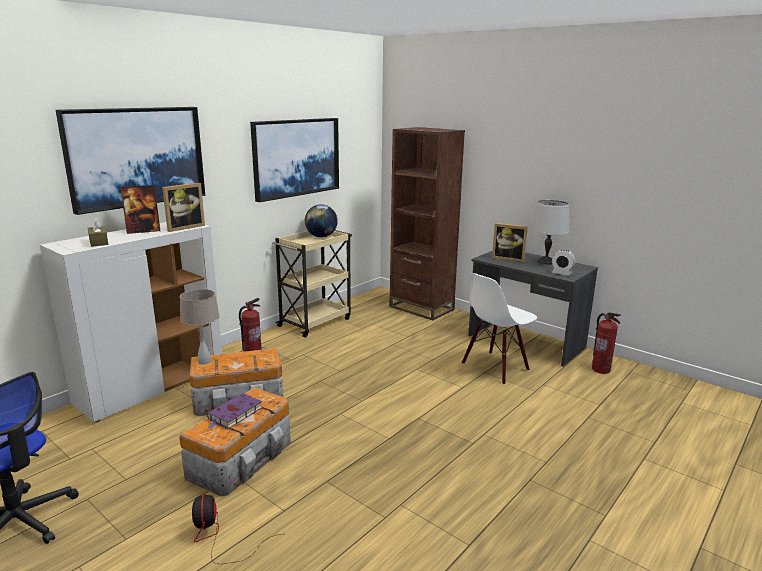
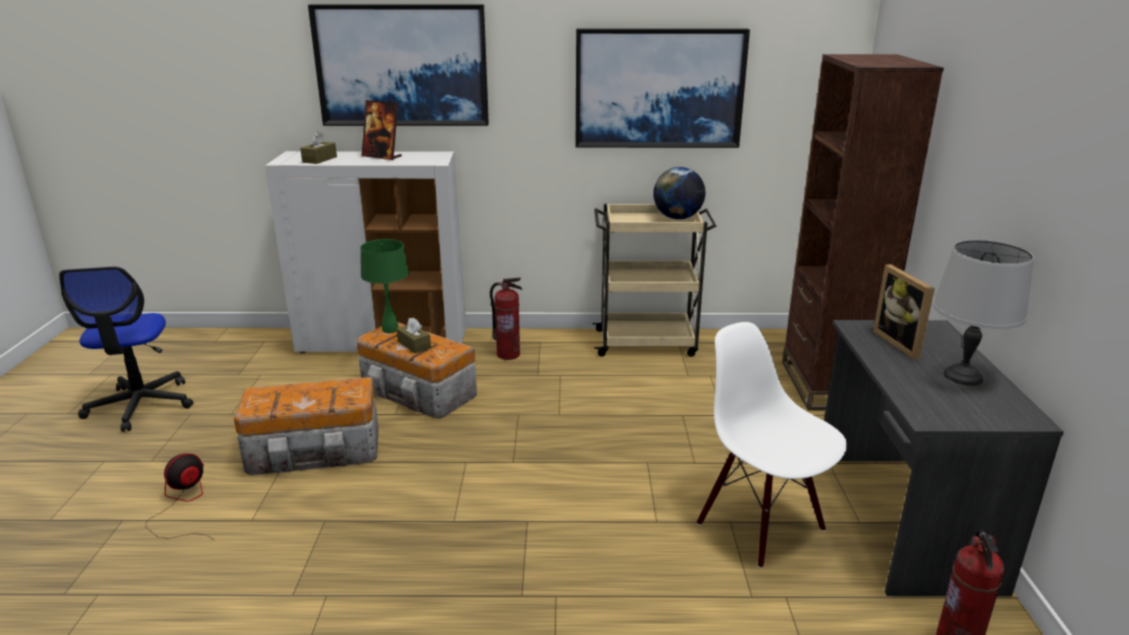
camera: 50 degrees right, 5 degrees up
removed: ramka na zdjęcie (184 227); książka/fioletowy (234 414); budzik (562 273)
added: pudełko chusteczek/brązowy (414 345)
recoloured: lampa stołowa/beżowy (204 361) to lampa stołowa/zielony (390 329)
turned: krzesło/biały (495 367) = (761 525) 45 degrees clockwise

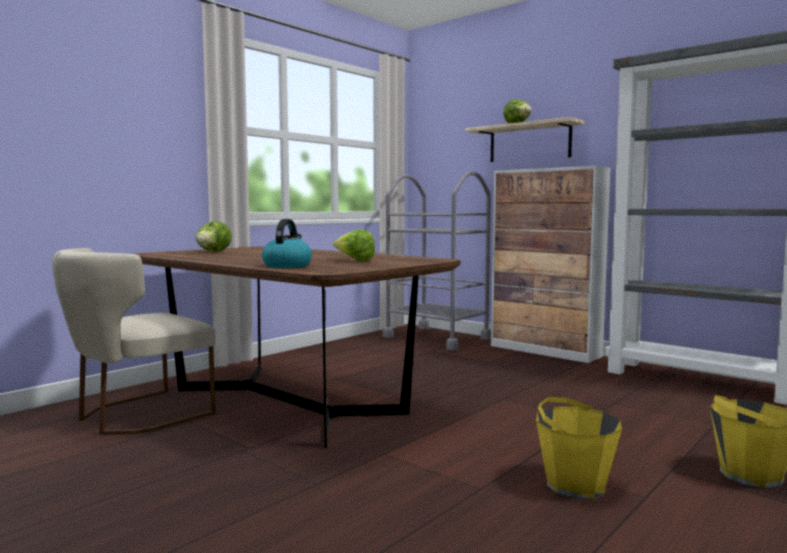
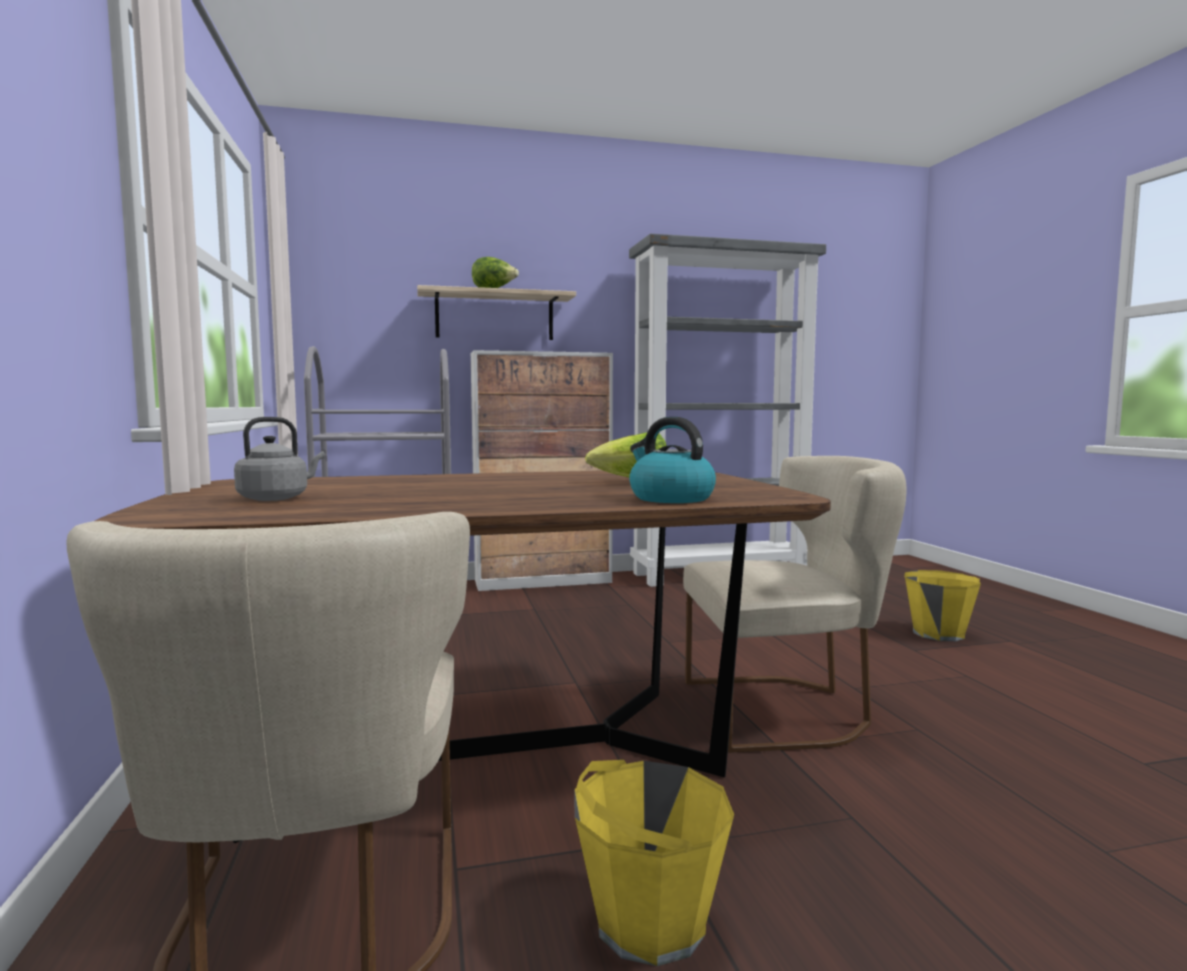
camera: 55 degrees left, 0 degrees up
added: krzesło/beżowy (786 710)
moved: wiadro/żółty (575 485) to (649 922)
replaced: sałata (213 252) to czajnik/szary (277 498)

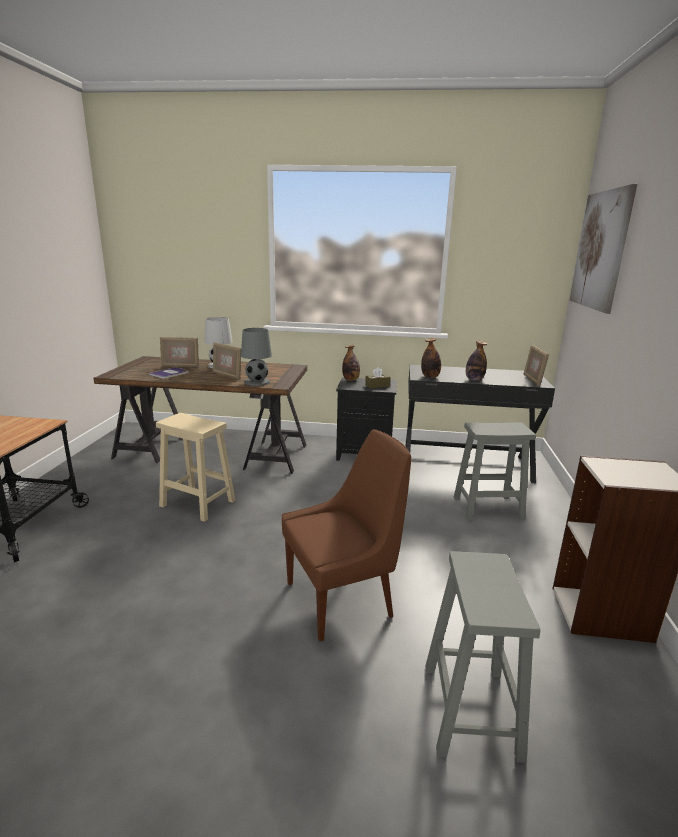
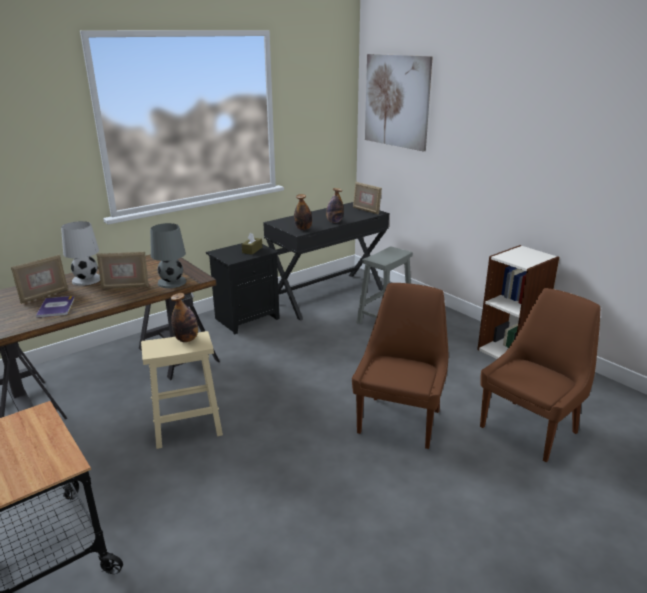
camera: 45 degrees left, 5 degrees up
moved: butelka (351 380) to (186 339)
replaced: stołek/szary (471 712) to krzesło/brązowy (530 428)

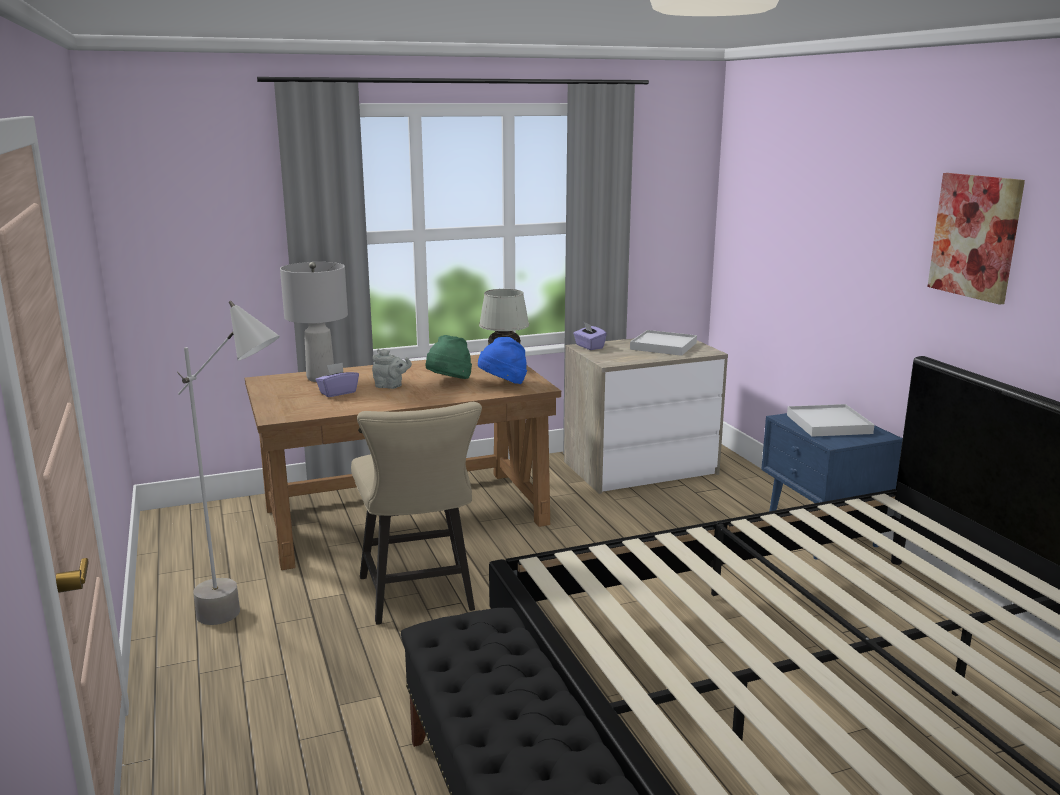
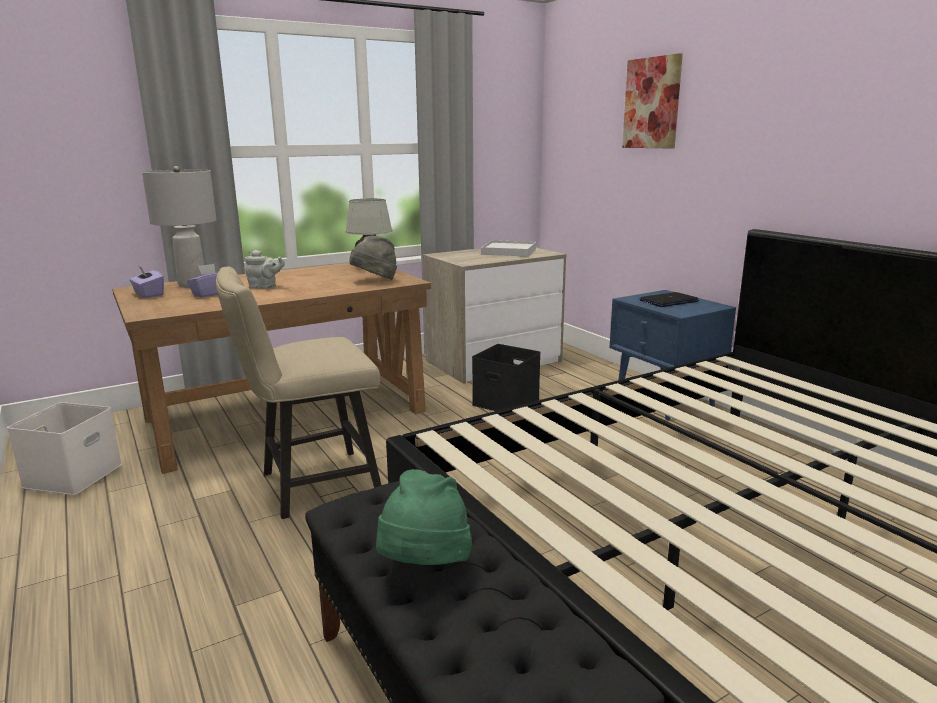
camera: 10 degrees left, 0 degrees up
removed: lampa stojąca/szary (249 618)
added: pojemnik do przechowywania/biały (73 474); pojemnik do przechowywania/czarny (507 402)
moved: pudełko chusteczek/fioletowy (589 347) to (148 294); kapelusz/zielony (449 382) to (424 567); obraz (975 236) to (652 103)
replaced: taca/biały (829 424) to laptop (668 301)
recoloured: kapelusz/niebieski (503 384) to kapelusz/szary (374 281)
turned: krzesło/beżowy (420 597) = (311 486) 90 degrees clockwise

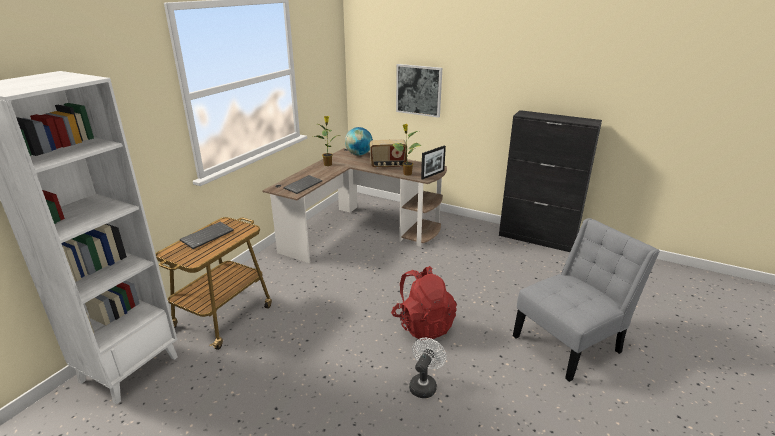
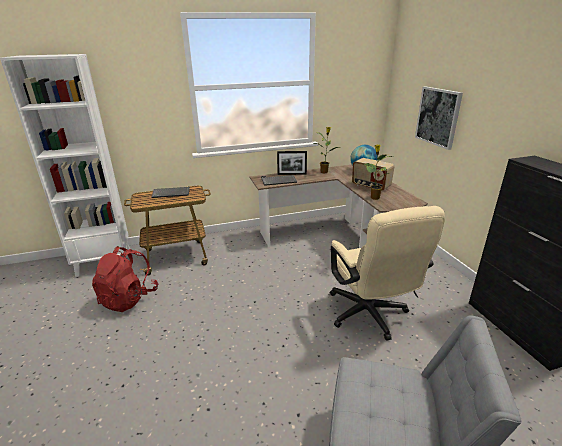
camera: 45 degrees right, 0 degrees up
removed: wentylator/biały (424 384)
added: krzesło biurowe/beżowy (370 316)
moved: plecak/czerwony (423 325) to (129 299); ramka na zdjęcie (432 175) to (292 174)

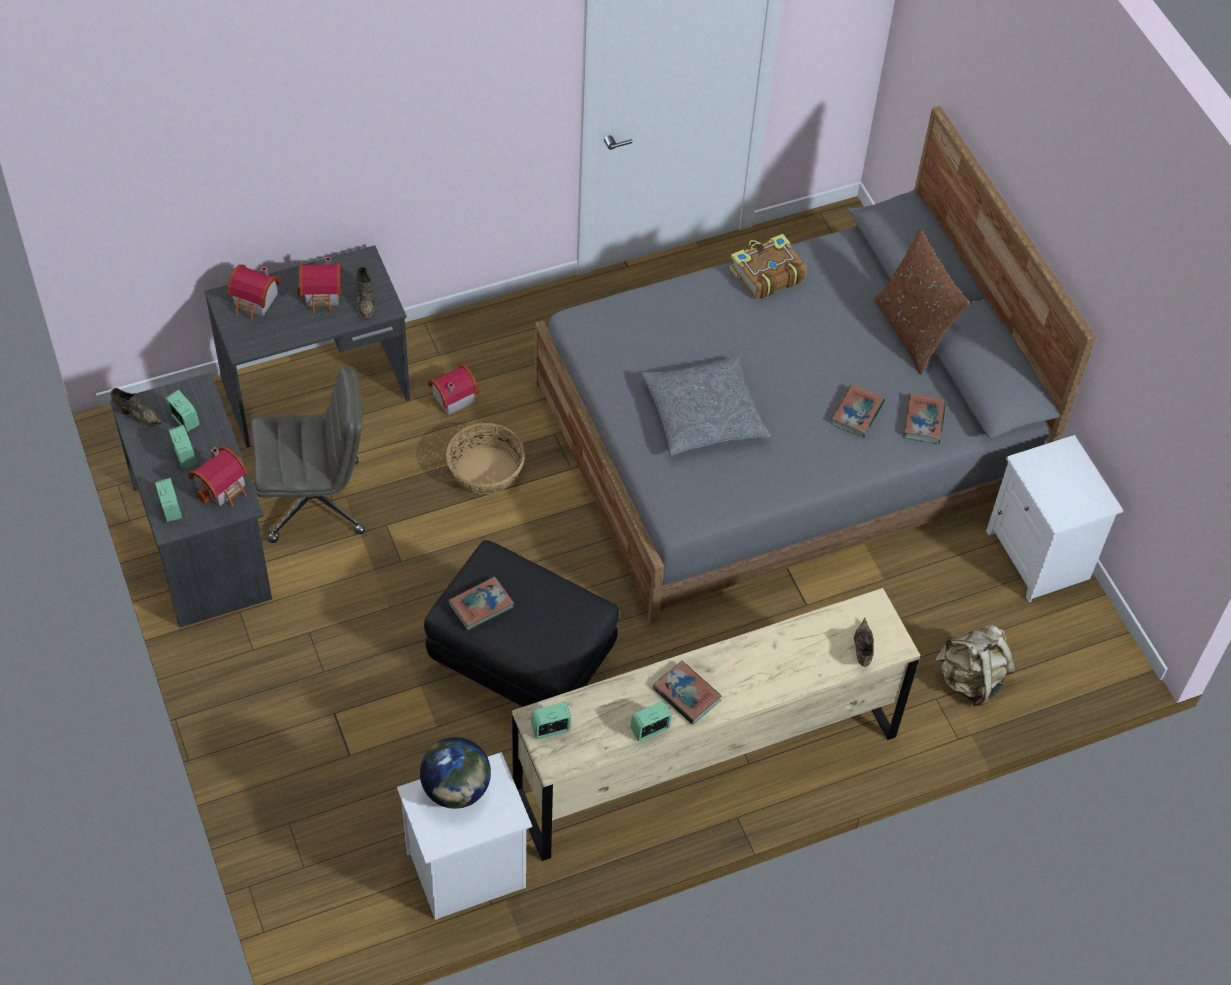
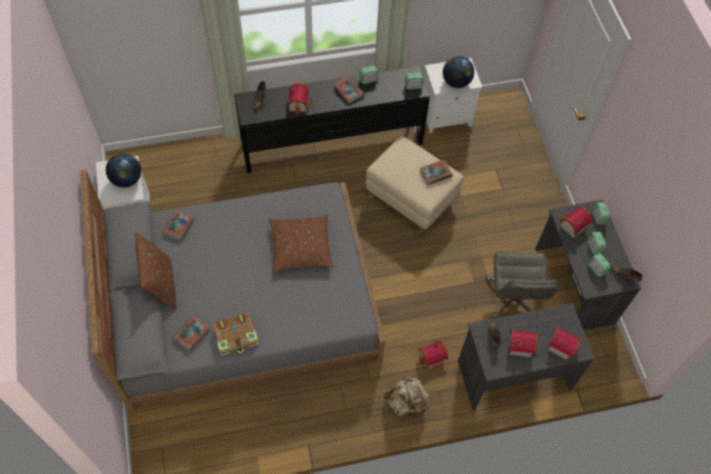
camera: 170 degrees left, 5 degrees up
removed: koszyk (485 470)
added: globus (127 179); domek (300 104)
moved: książka (857 413) to (192 334); plecak/beżowy (970 680) to (406 403)
recoloured: komoda/beżowy (706 763) to komoda/czarny (332 144); poduszka/szary (703 414) to poduszka/brązowy (301 247); pufa/czarny (520 664) to pufa/beżowy (411 199)
turned: krzesło biurowe/szary (316 500) = (513 302) 90 degrees counterclockwise

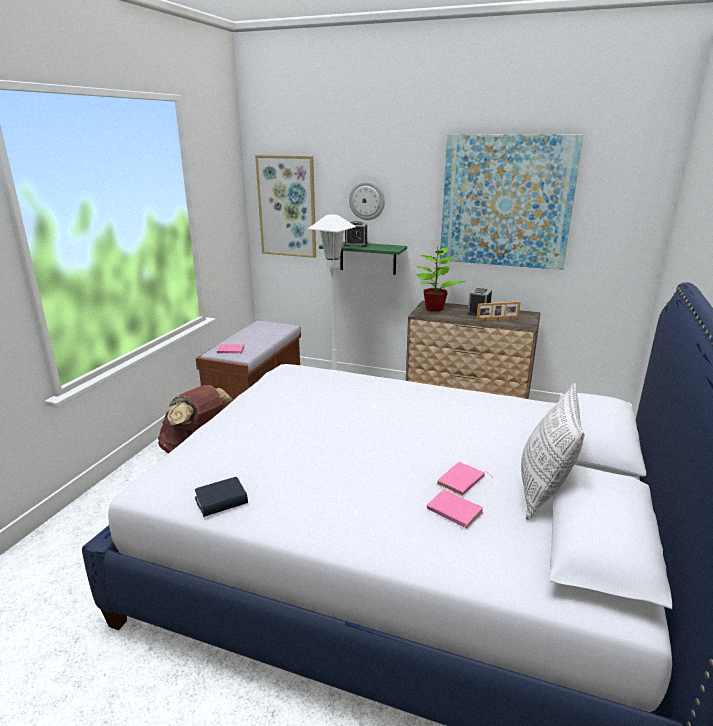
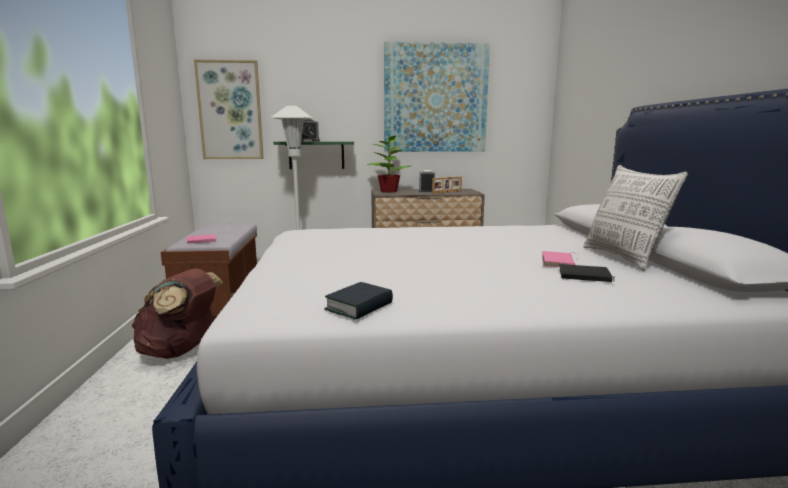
camera: 25 degrees left, 10 degrees down
removed: zegar ścienny (367 200)
recoloured: książka/różowy (453 512) to książka/czarny (584 277)

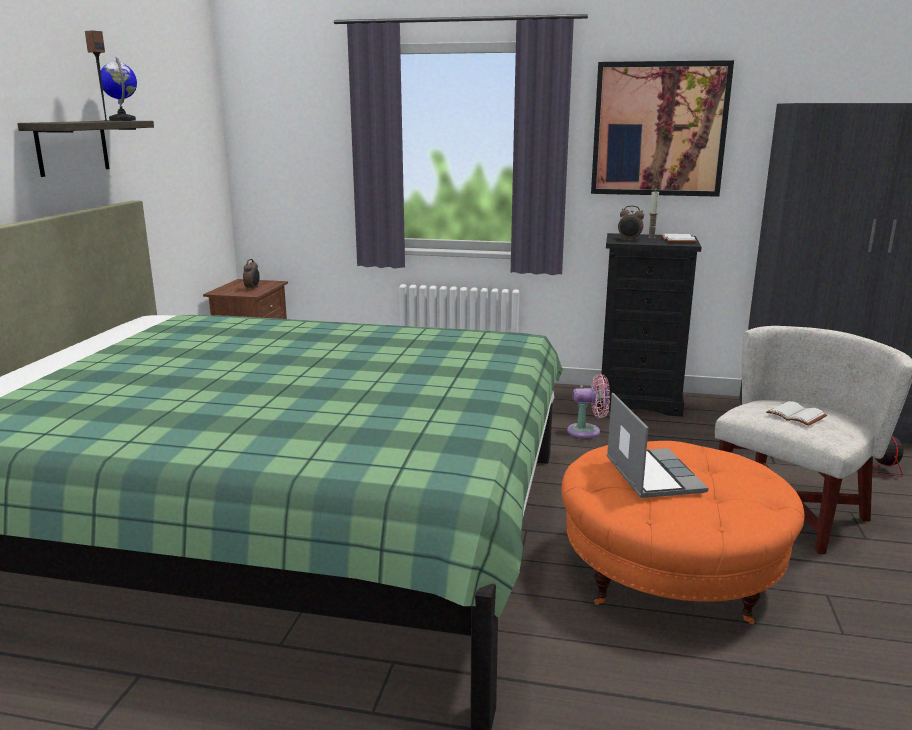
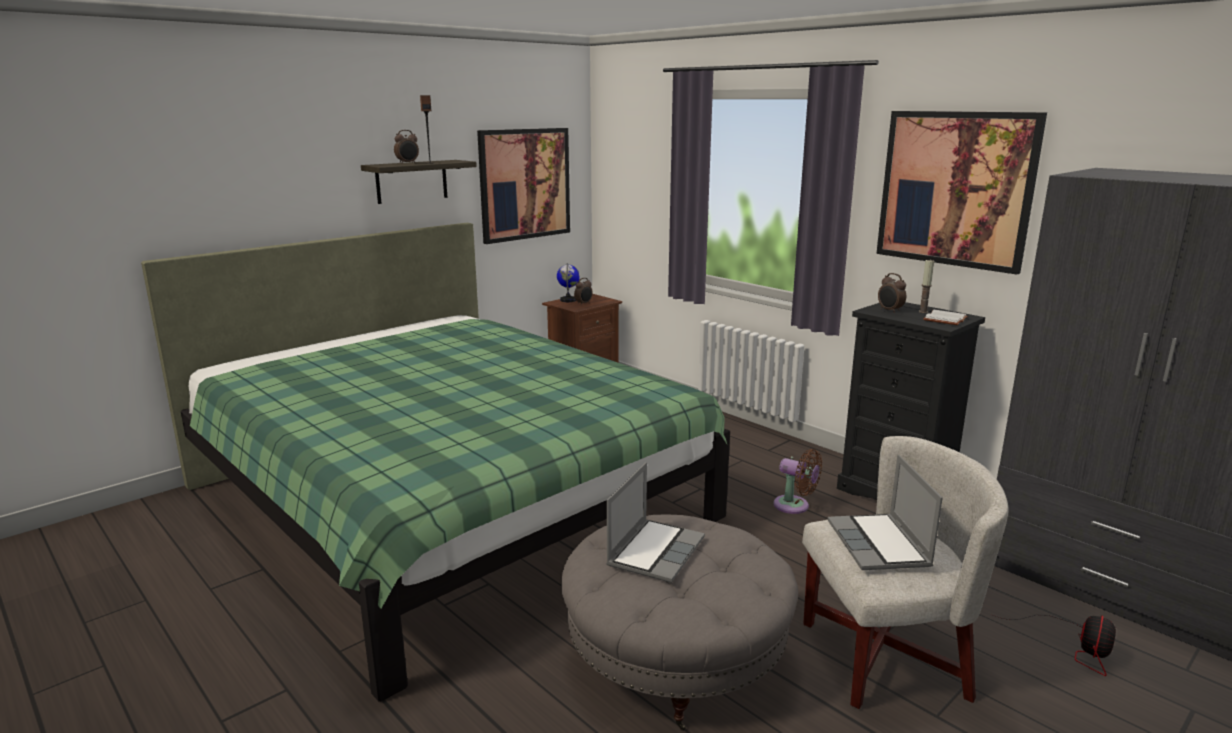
camera: 35 degrees right, 0 degrees up
added: budzik (407 163); obraz (525 184)
moved: globus (123 120) to (568 300)
replaced: książka/biały (797 415) to laptop (880 545)
recoloured: pufa/pomarańczowy (669 573) to pufa/szary (676 657); wentylator/różowy (587 431) to wentylator/brązowy (795 506)

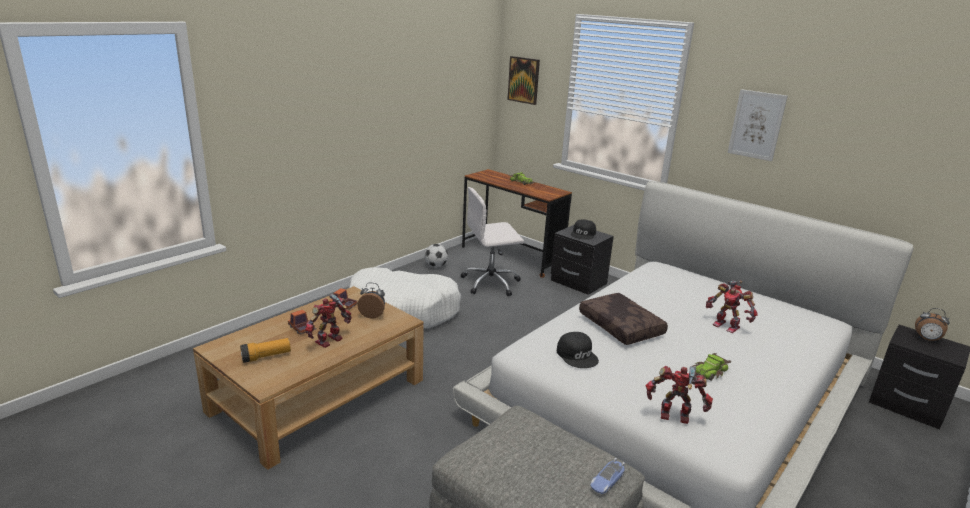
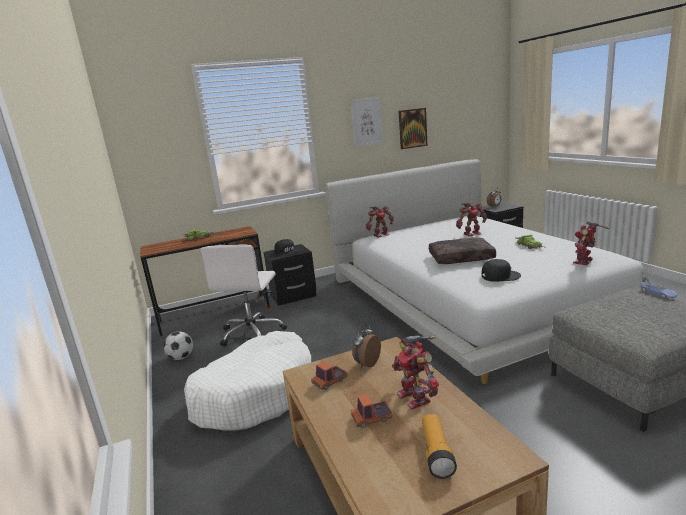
camera: 60 degrees left, 5 degrees down
added: robot zabawkowy (380 235)
moved: obraz (524 80) to (412 128)

